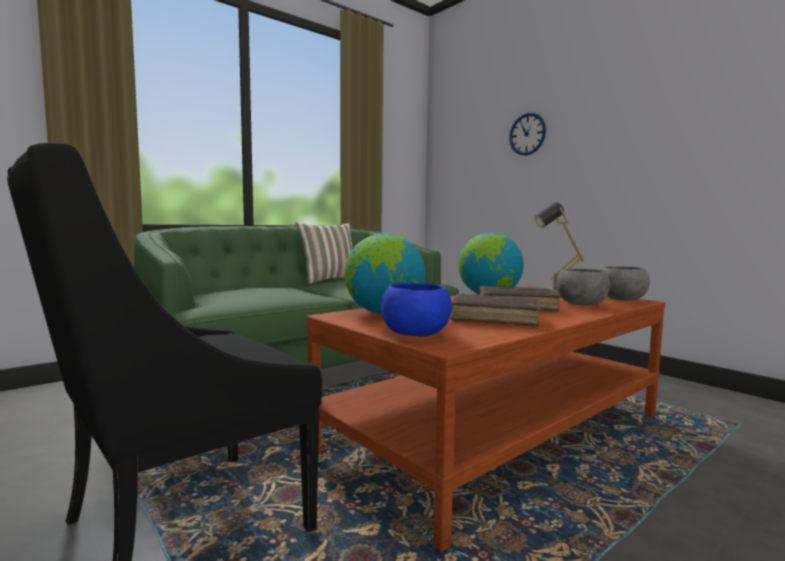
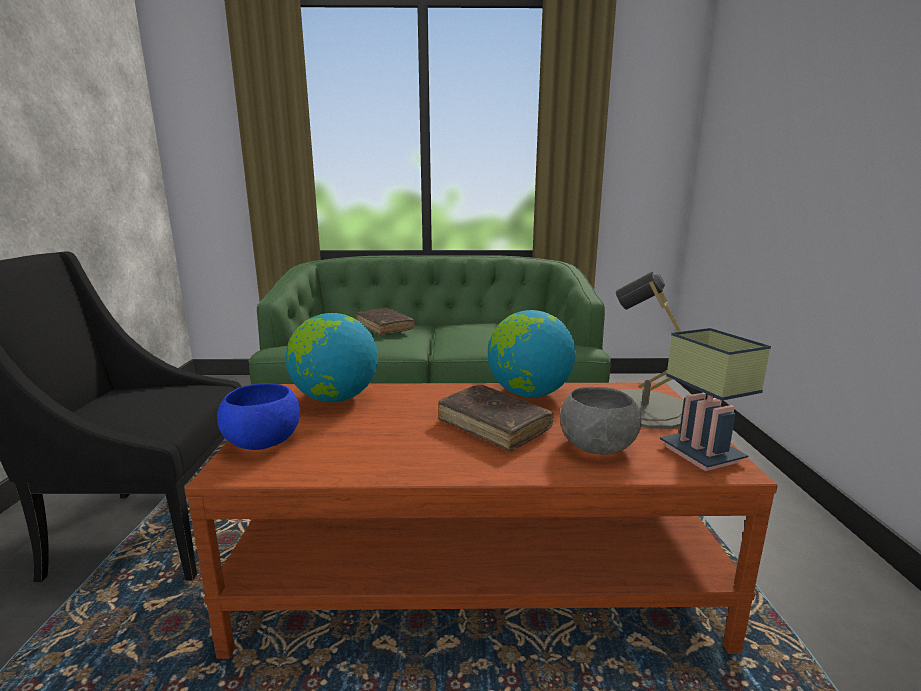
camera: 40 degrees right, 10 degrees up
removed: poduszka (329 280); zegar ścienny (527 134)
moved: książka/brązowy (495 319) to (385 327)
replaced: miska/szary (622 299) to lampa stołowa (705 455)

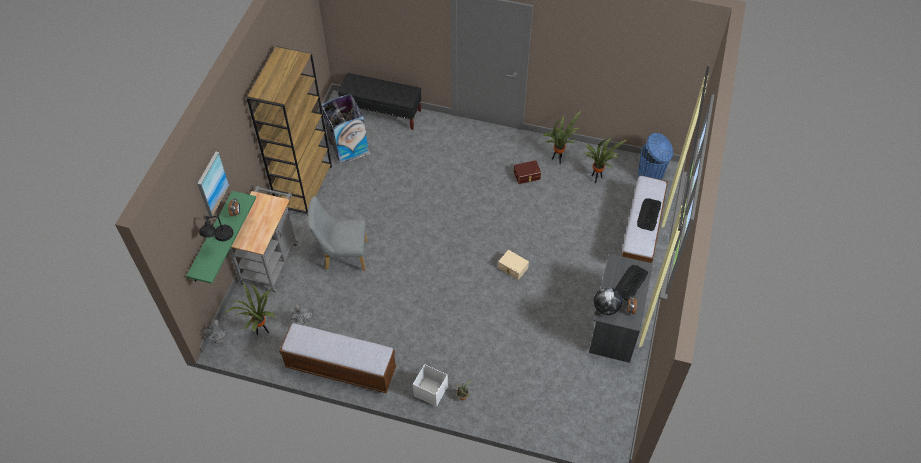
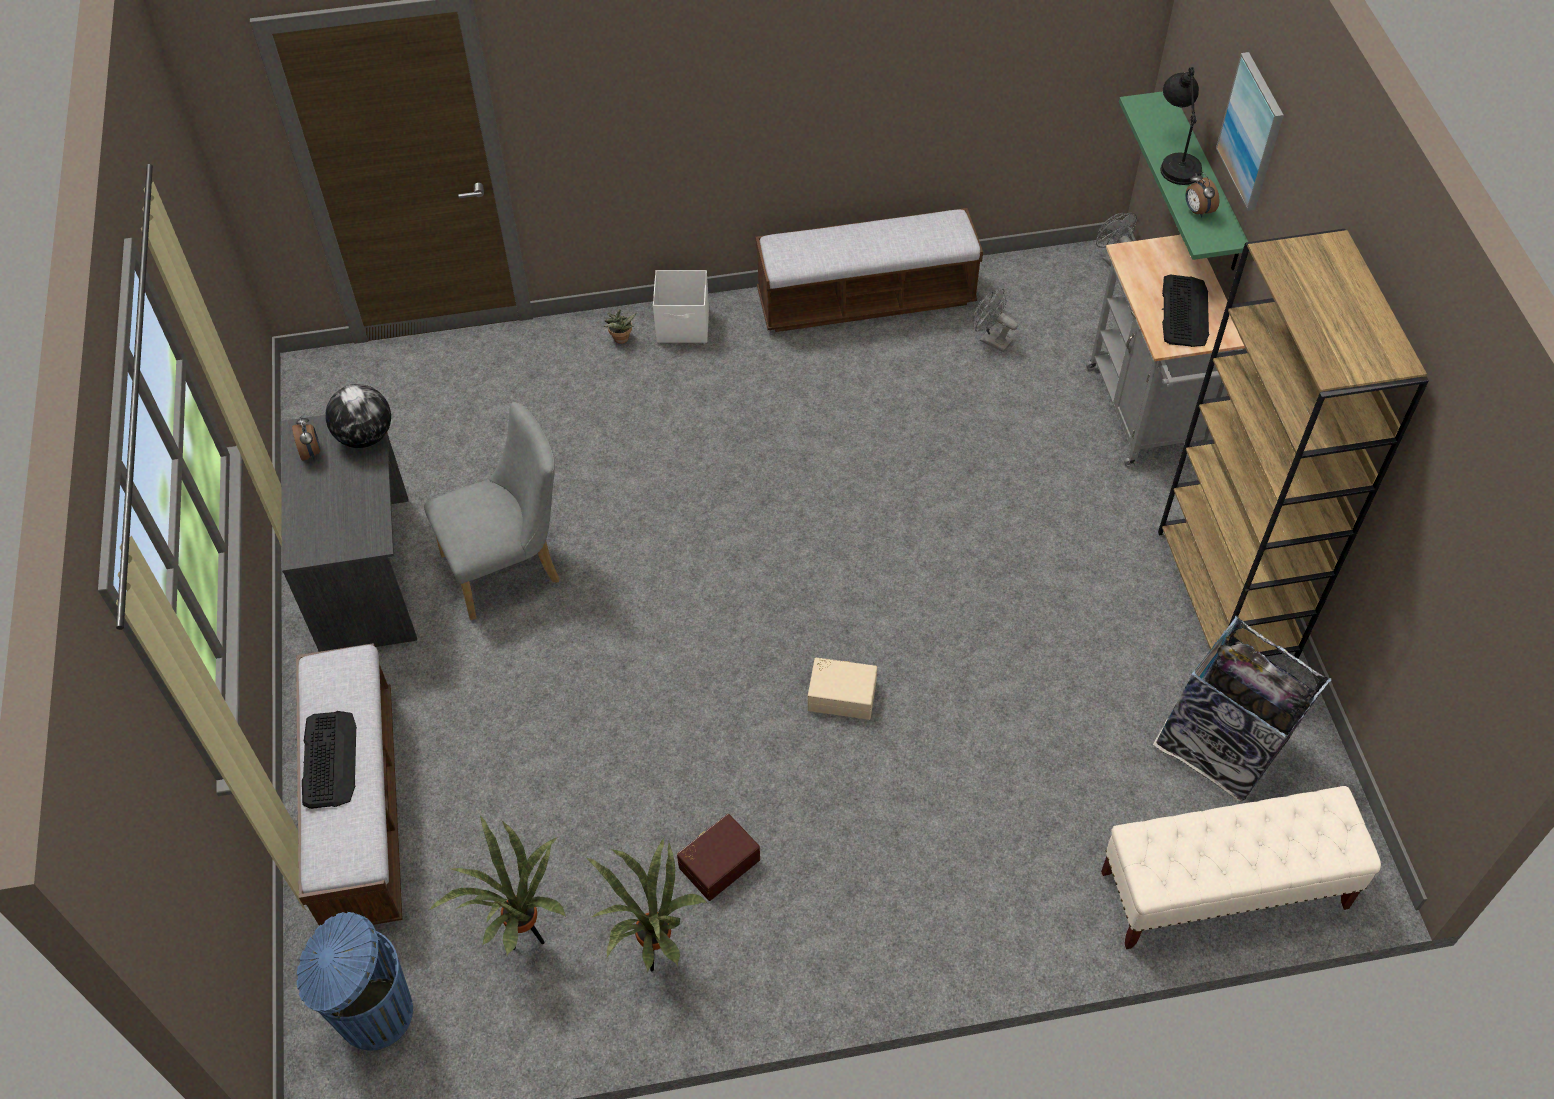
camera: 155 degrees right, 0 degrees up
removed: roślina doniczkowa (261 331)
moved: krzesło/szary (342 255) to (510 566); pojemnik do przechowywania/beżowy (512 268) to (842 694); klawiatura (630 283) to (1184 311)
recoloured: ławka/czarny (382 113) to ławka/beżowy (1223 890)

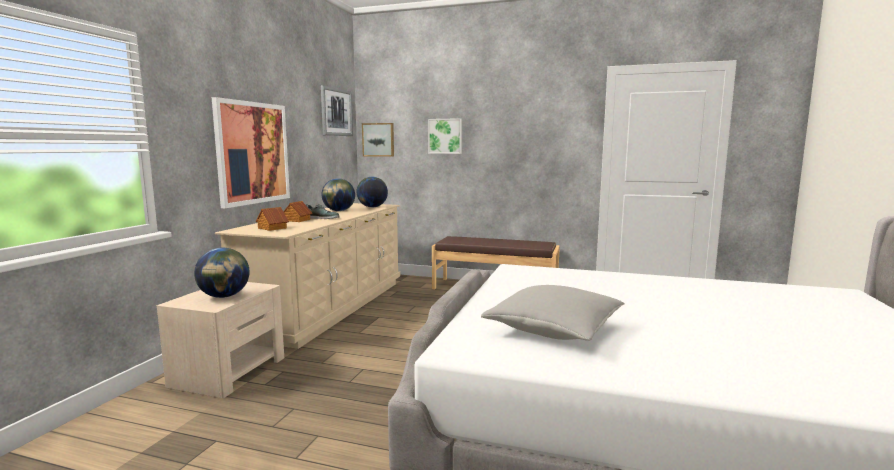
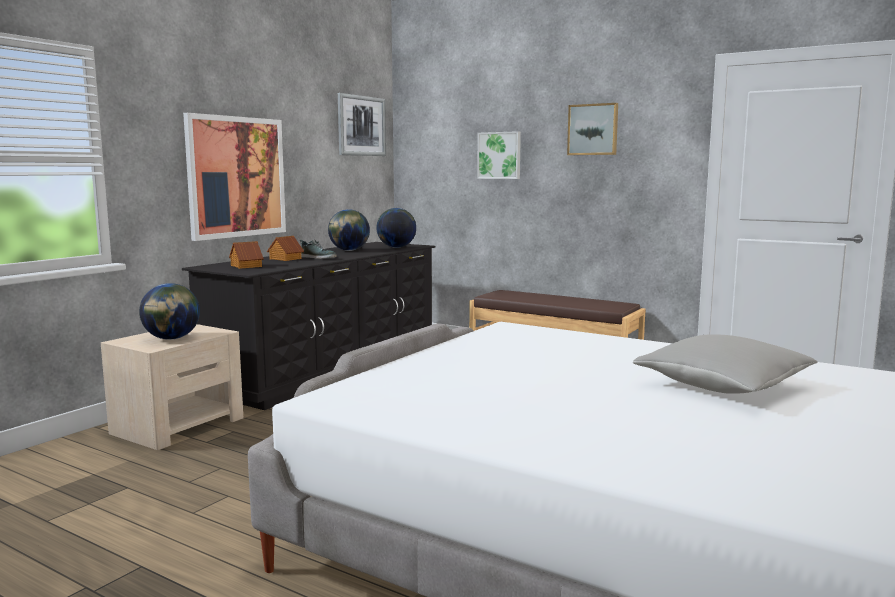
camera: 15 degrees right, 0 degrees up
moved: obraz (378 139) to (593 129); poduszka/szary (554 330) to (722 386)
recoloured: komoda/beżowy (329 307) to komoda/czarny (328 369)

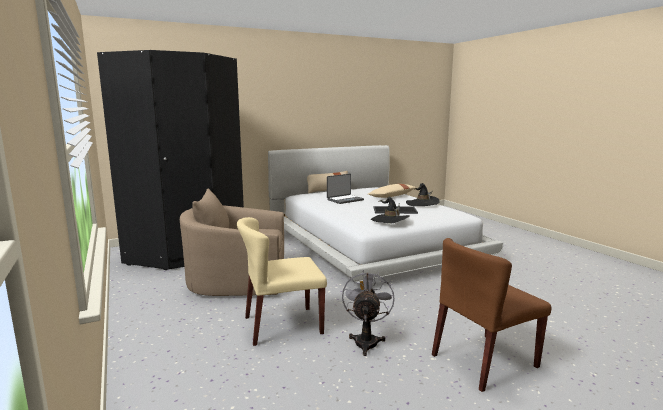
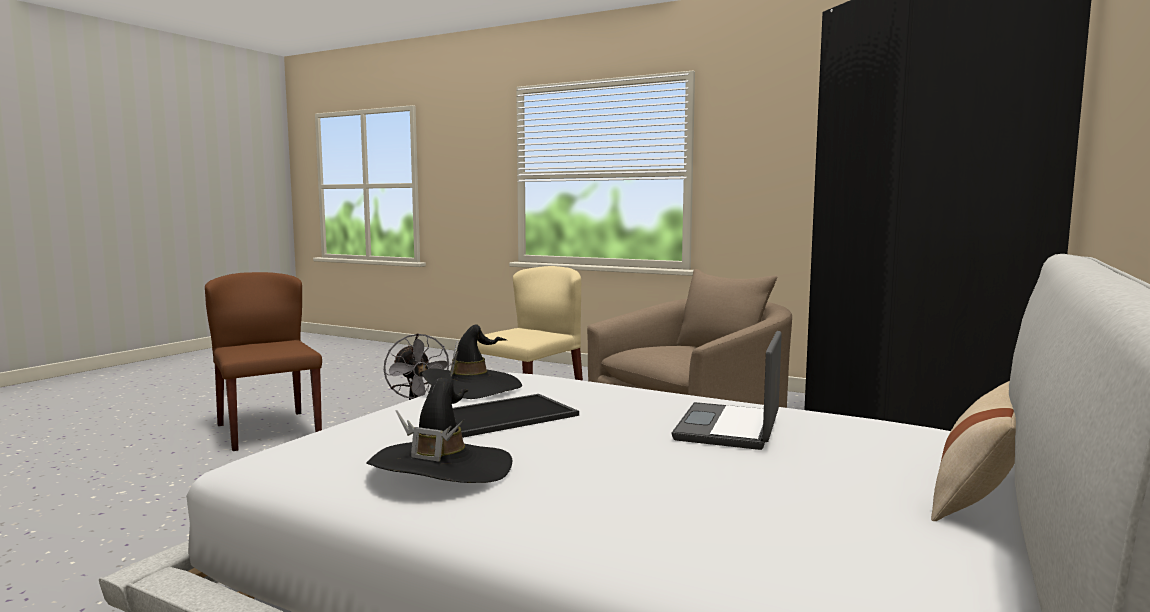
camera: 145 degrees right, 5 degrees down
removed: poduszka/beżowy (392 196)
turned: krzesło/brązowy (484 361) = (268 430) 60 degrees counterclockwise

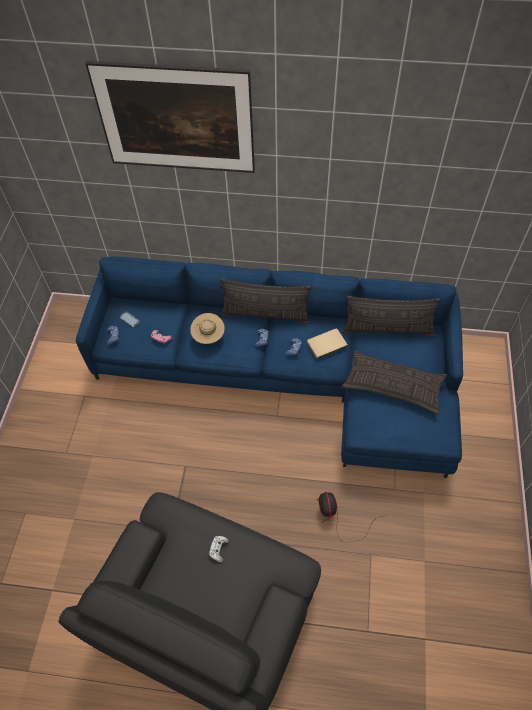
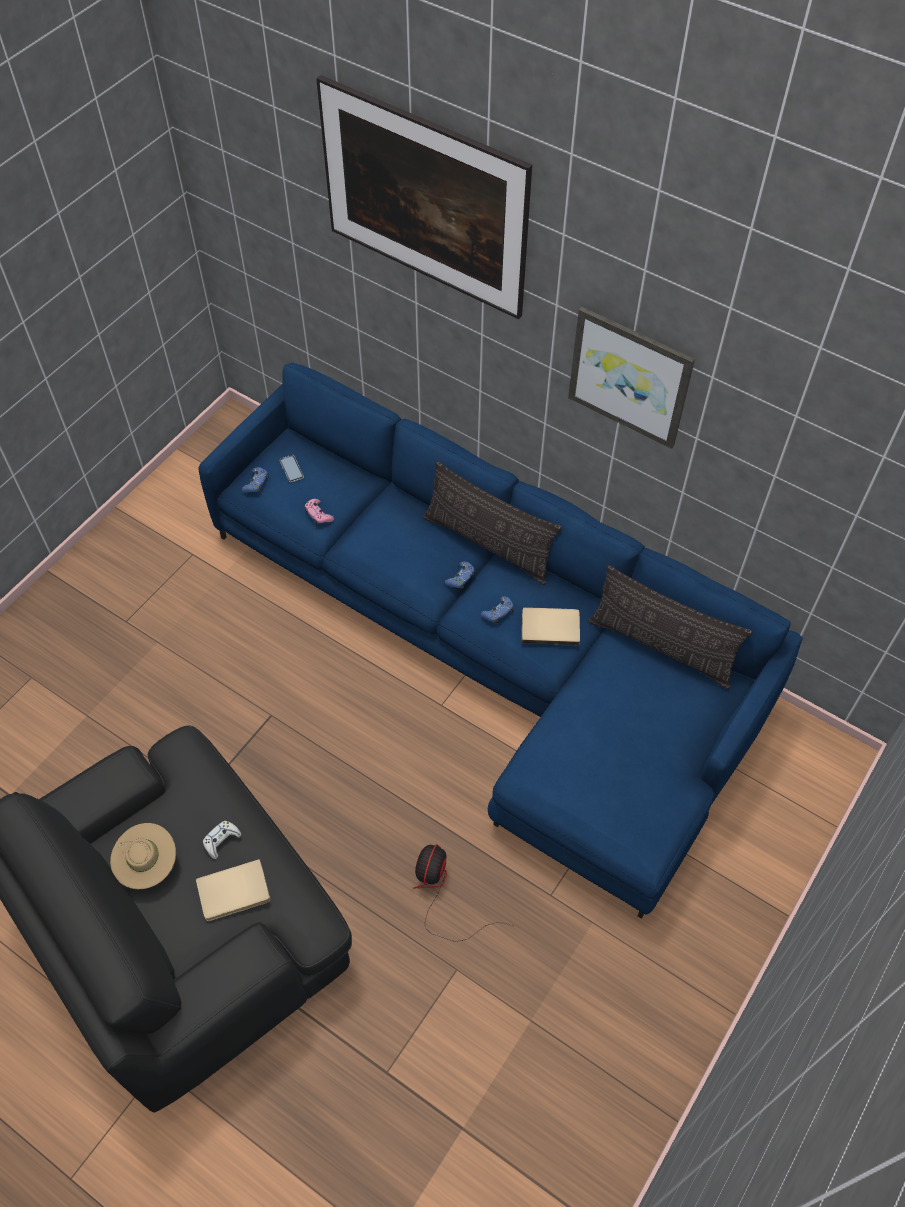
camera: 25 degrees right, 0 degrees up
removed: poduszka (393 385)
added: książka/beżowy (234 893); obraz (630 376)
moved: kapelusz/beżowy (208 336) to (148 865)

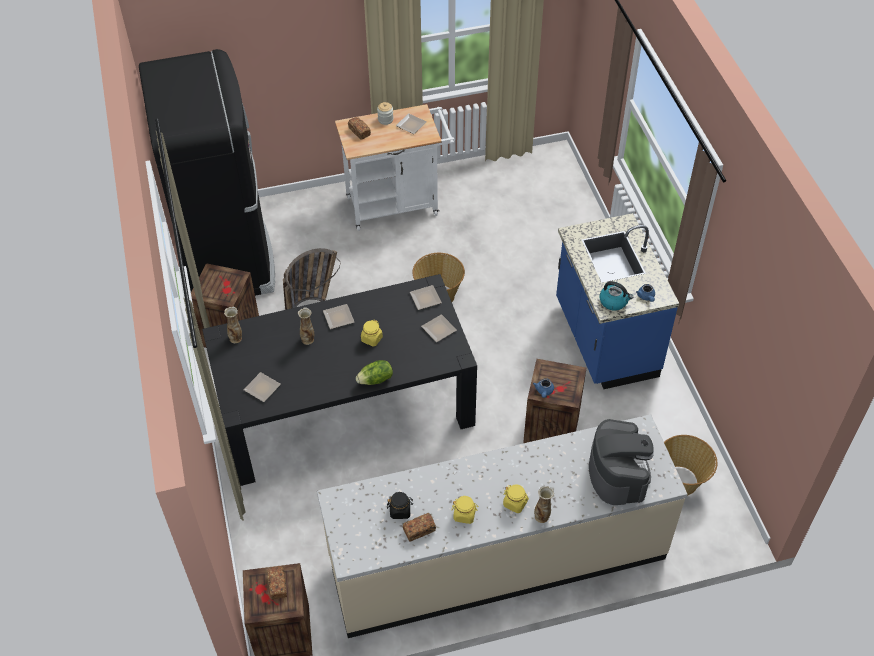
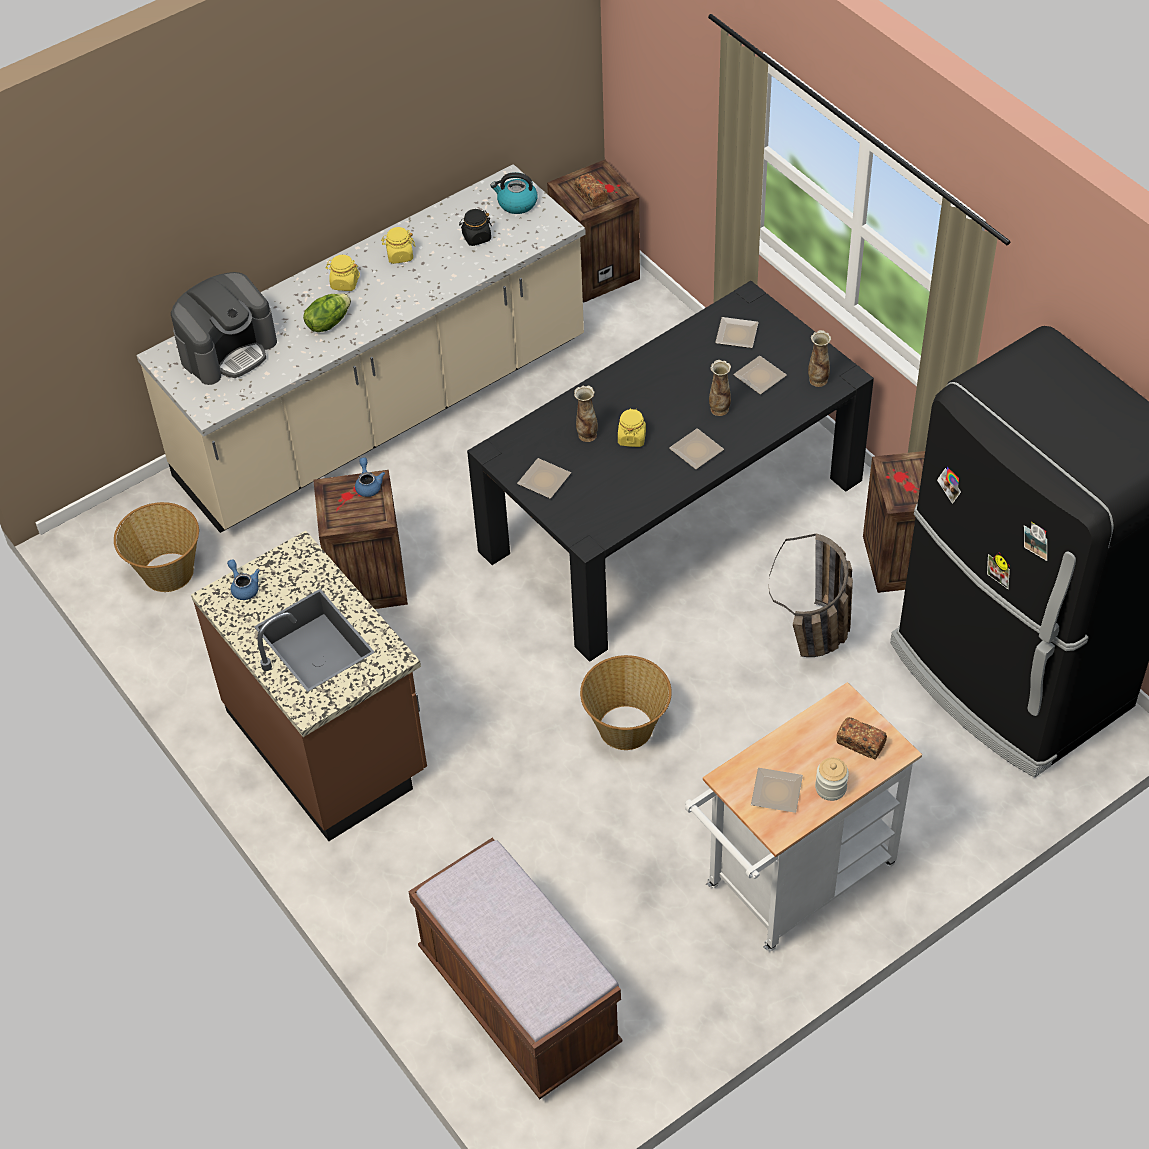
camera: 160 degrees right, 0 degrees up
removed: chleb (419 530)
added: ławka/brązowy (519 1000)
moved: sałata (376 380) to (328 322); czajnik (614 301) to (516 203); wazon (542 517) to (587 435); talerz (425 299) to (759 376)
recoloured: zabudowa kuchenna/niebieski (604 340) to zabudowa kuchenna/brązowy (329 743)
turned: ekspres do kawy (618 473) = (228 350) 105 degrees counterclockwise

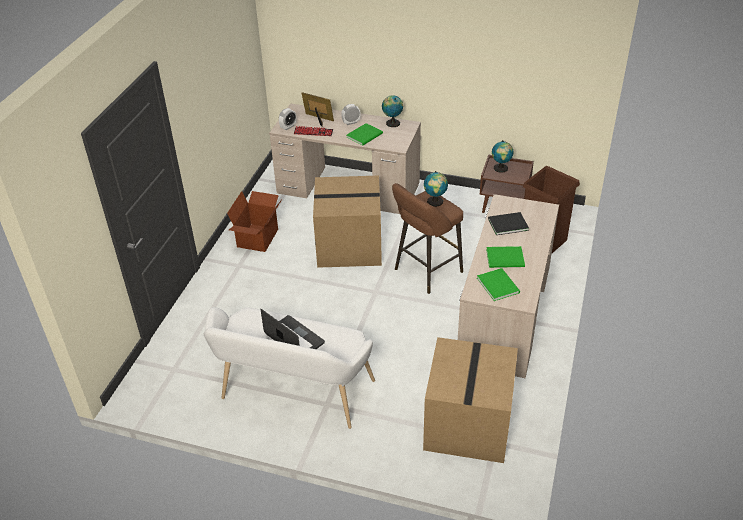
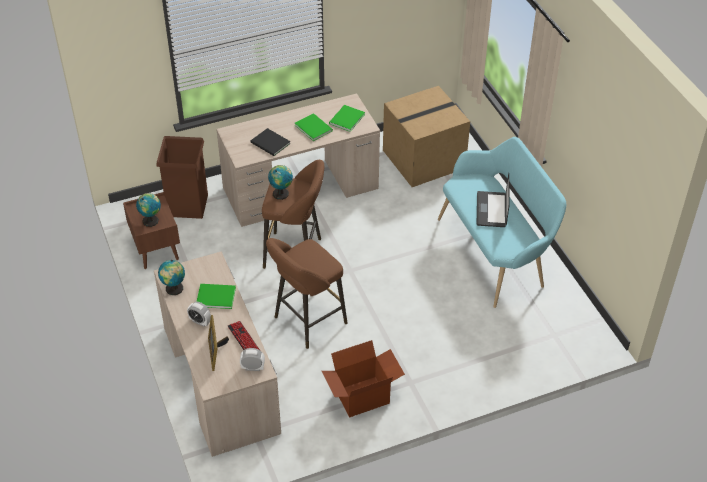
camera: 130 degrees left, 5 degrees up
replaced: karton (350 245) to stołek/brązowy (307 322)
recoloured: ławka/biały (293 394) to ławka/turkusowy (495 253)

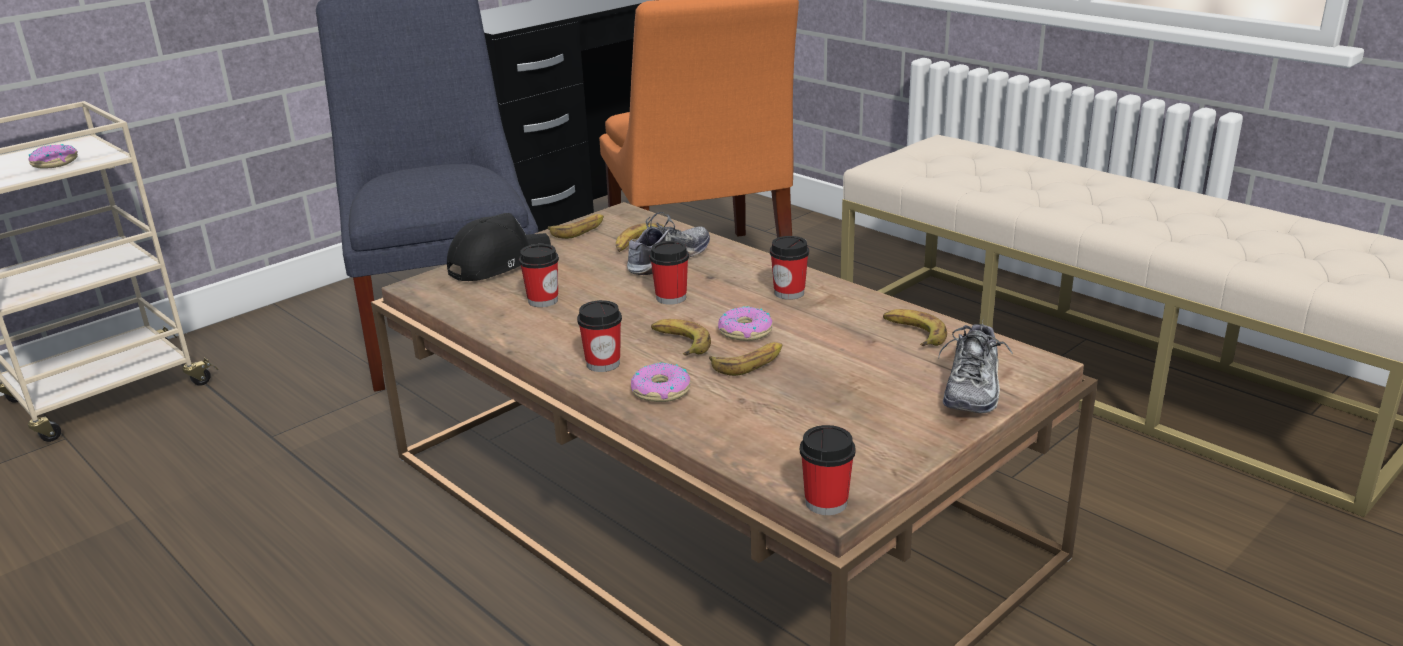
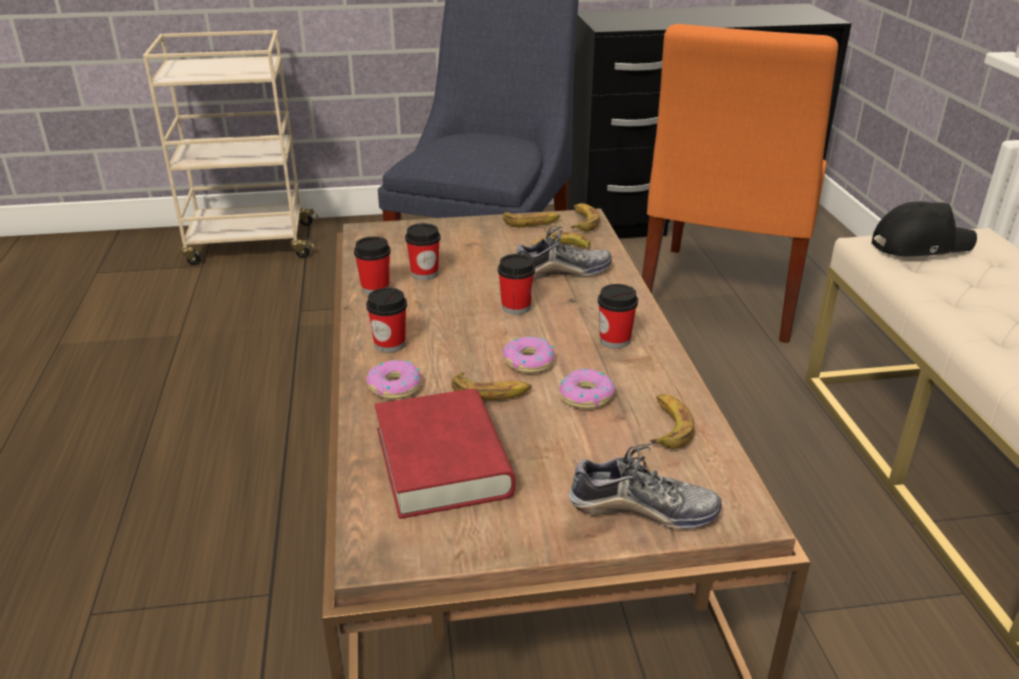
camera: 35 degrees right, 5 degrees up
added: książka/czerwony (442 462)
moved: filiżanka (826 502) to (375 288); donut (54 163) to (586 396); banan (679 343) to (582 221); czapka z daszkiem/czarny (498 262) to (920 245)
turned: but (972 389) = (642 509) 135 degrees counterclockwise

